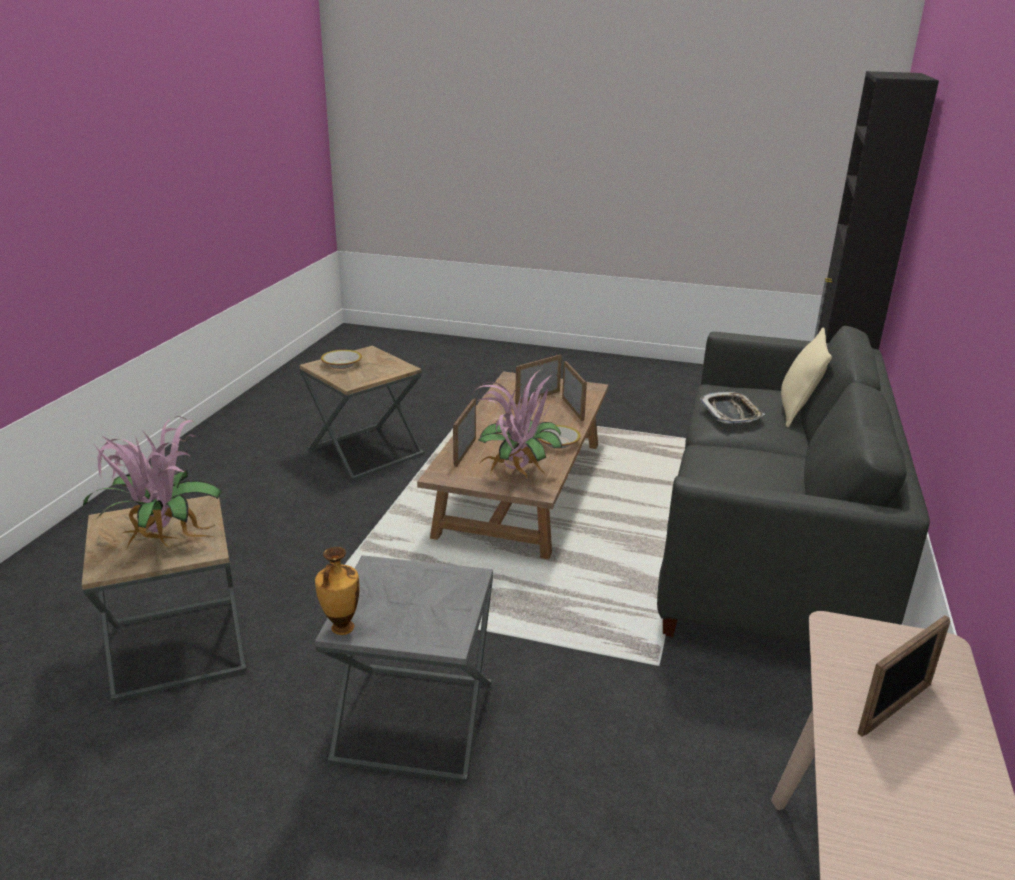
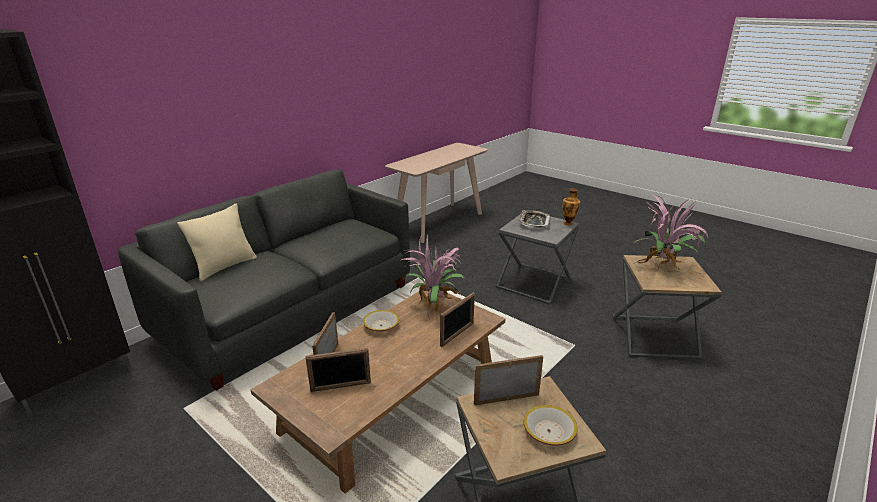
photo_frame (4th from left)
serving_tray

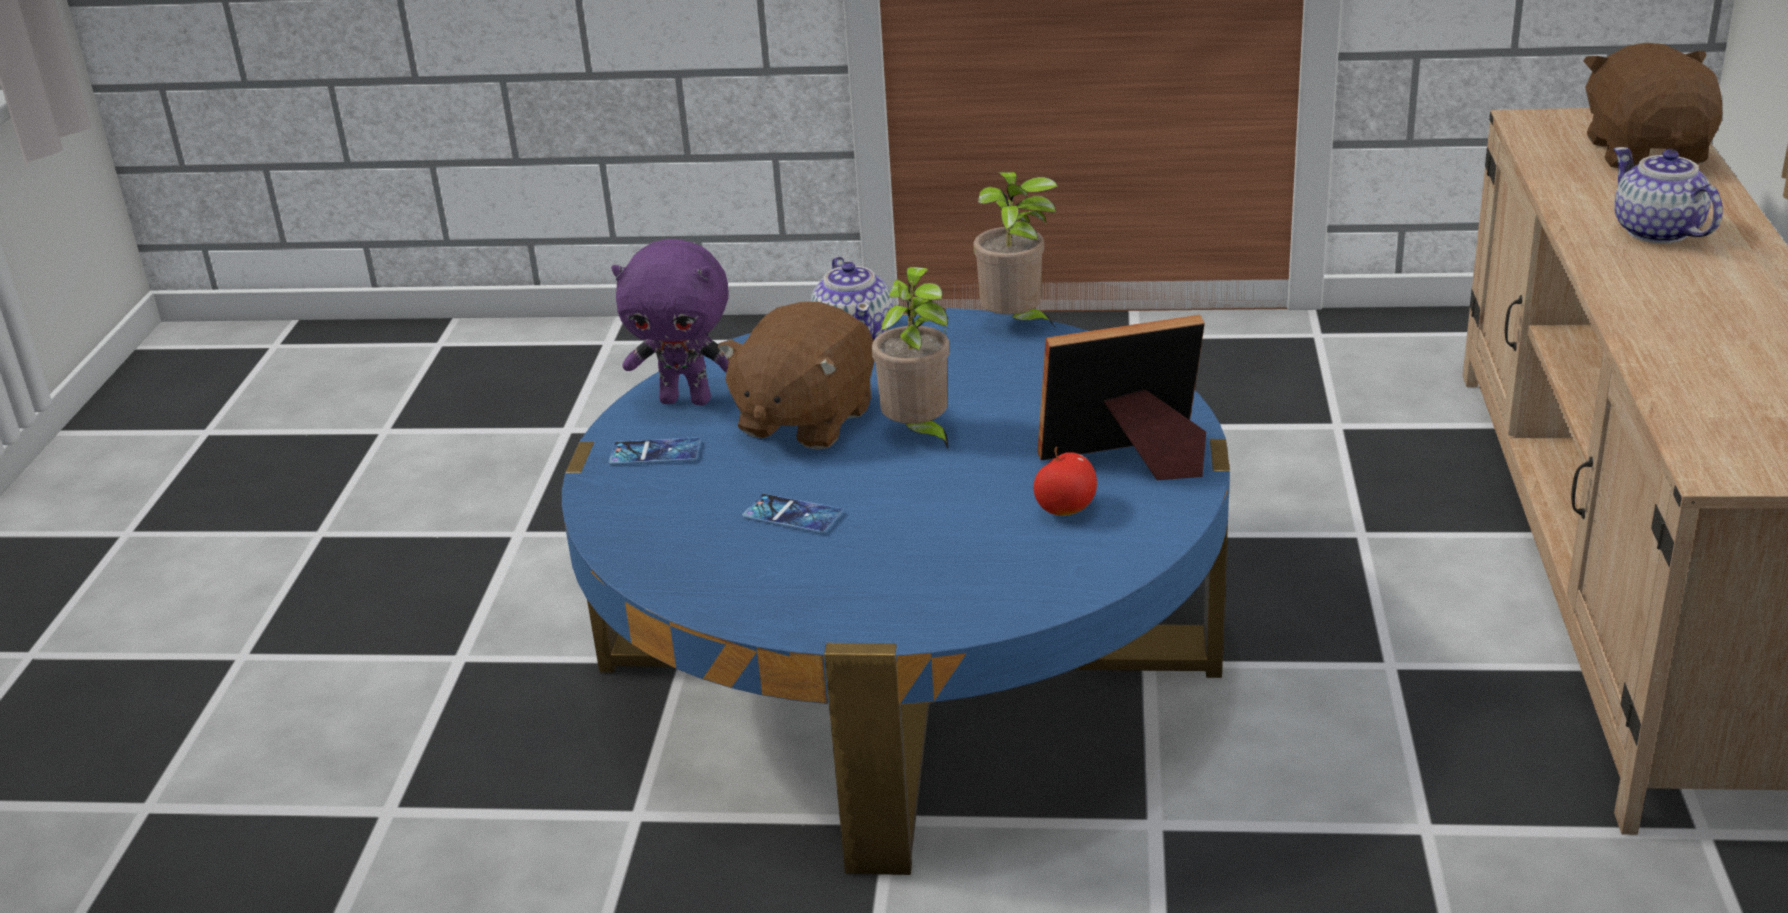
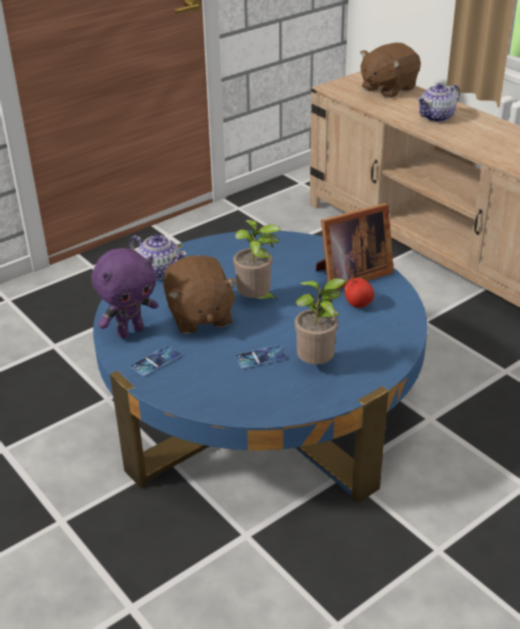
potted_plant (2nd from left)
photo_frame
brownish_plush_toy (2nd from left)
teapot (2nd from left)

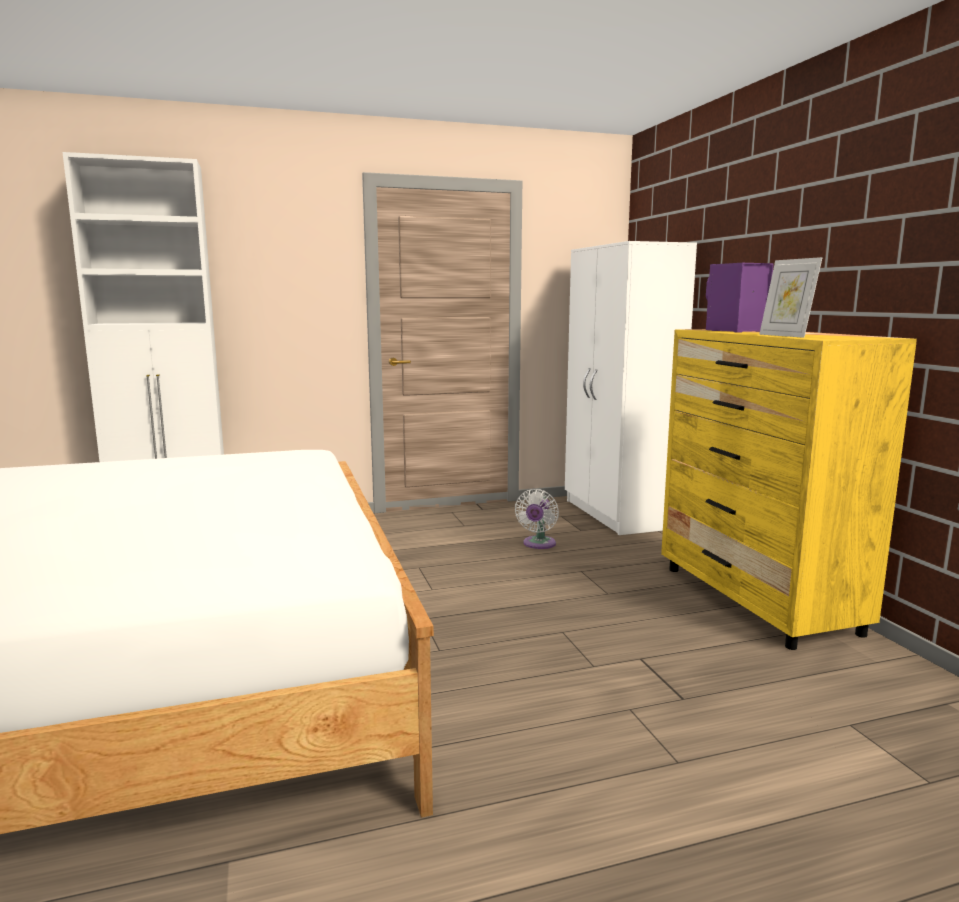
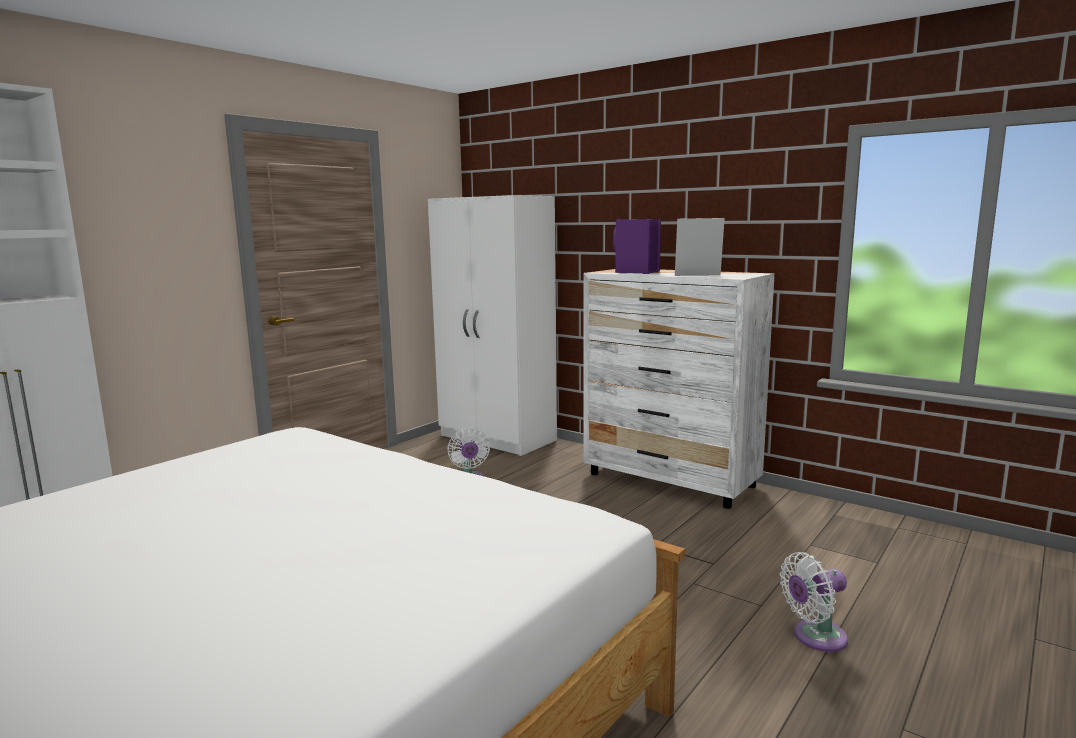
white-coloured_dresser
photo_frame
white-coloured_fan (2nd from left)

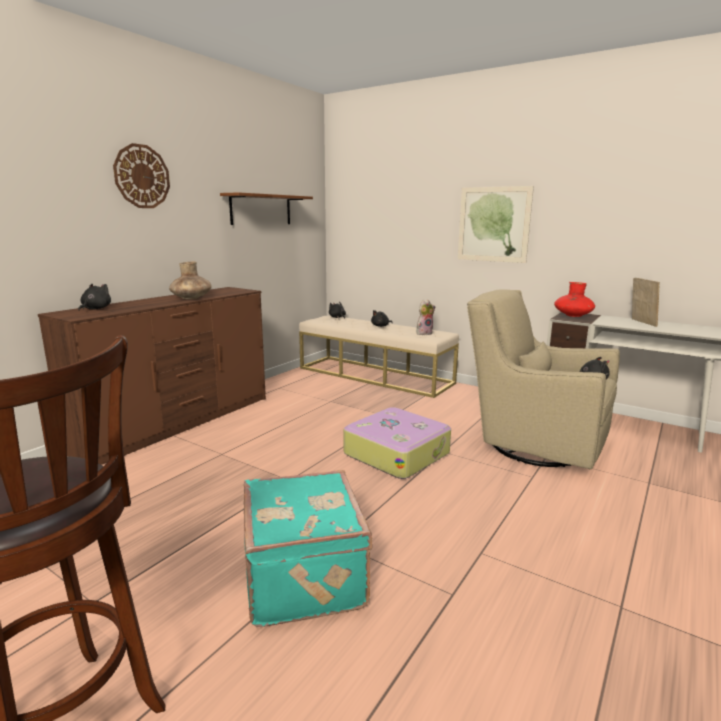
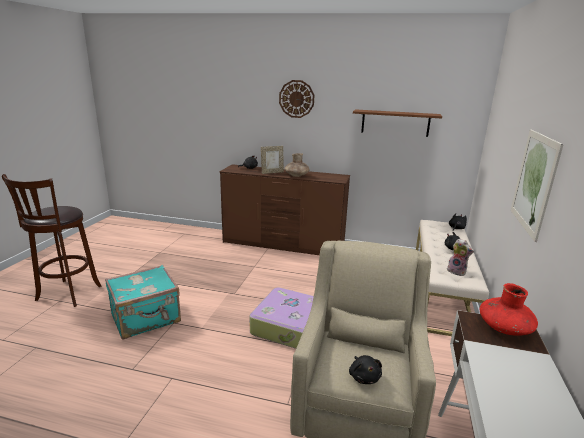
photo_frame

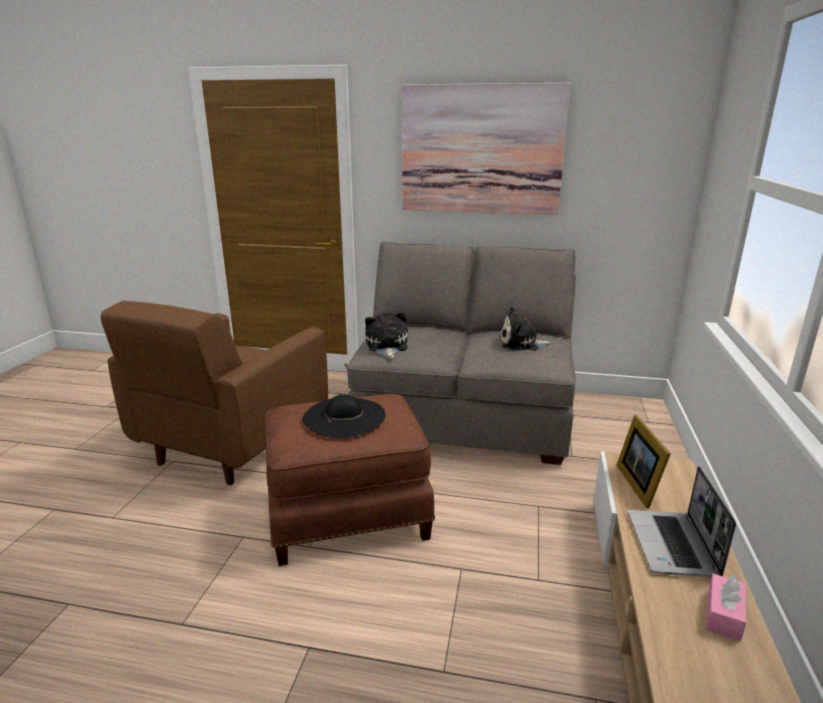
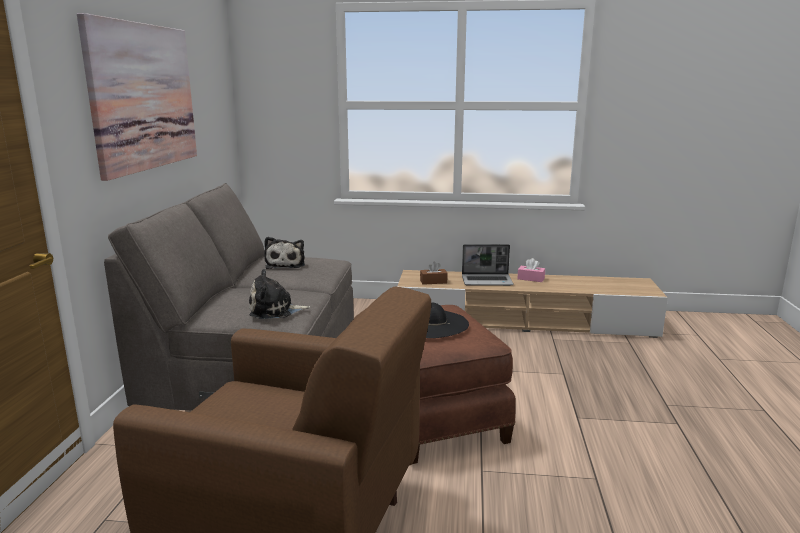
brownish_tissue_holder

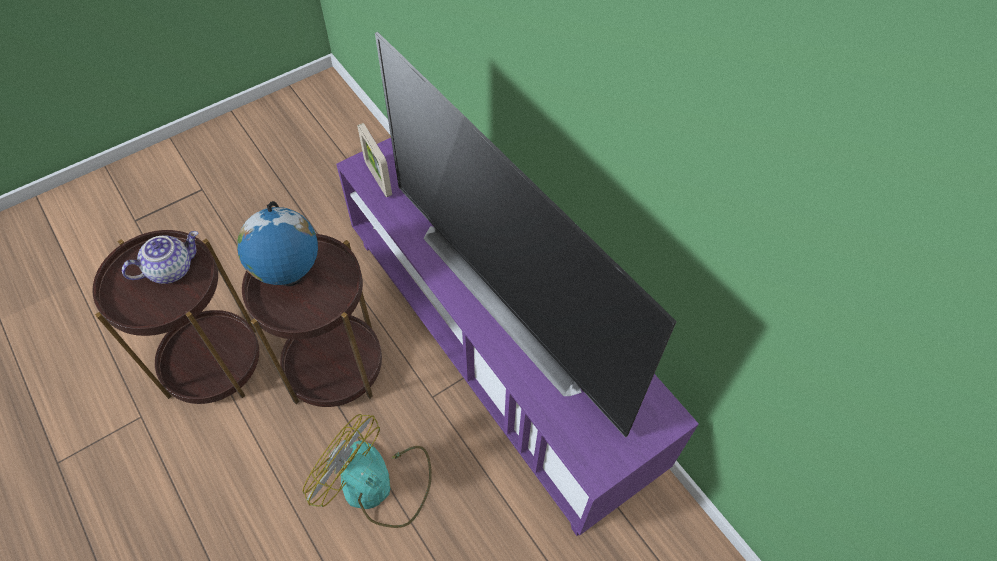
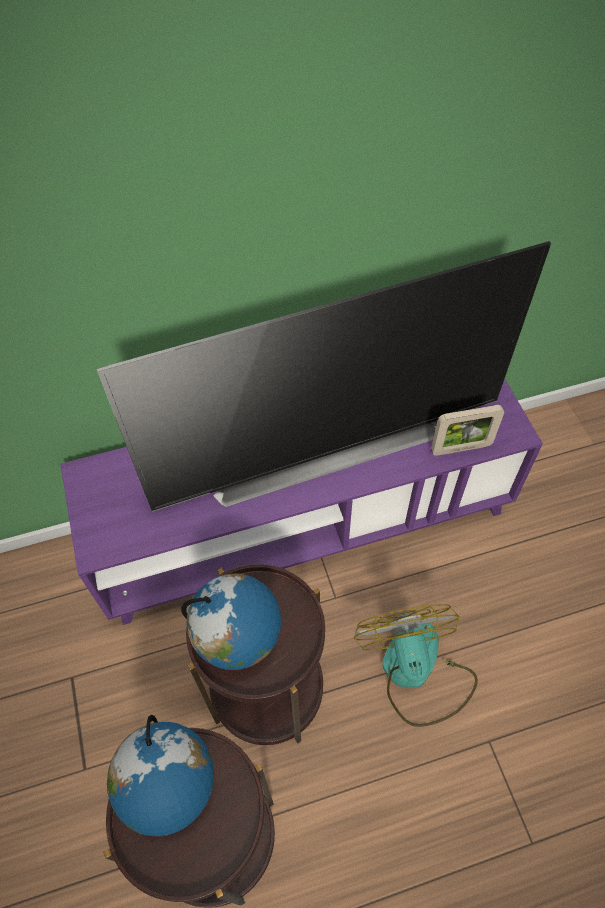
desk_globe (1st from left)
fan
photo_frame

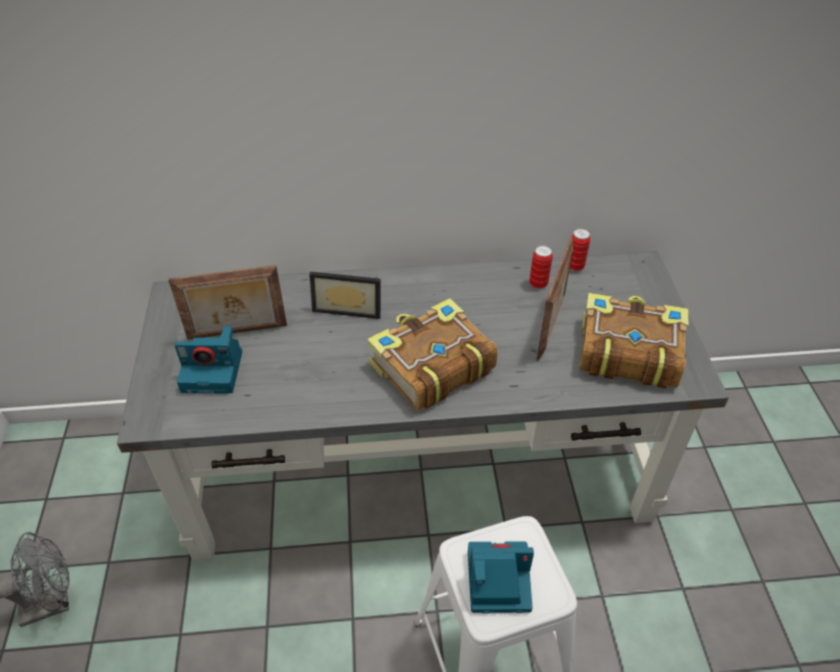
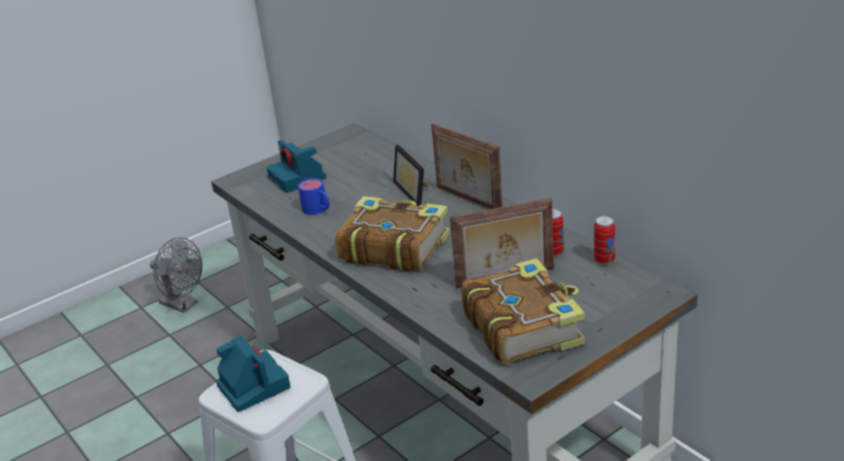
bluish_mug
photo_frame (2nd from left)

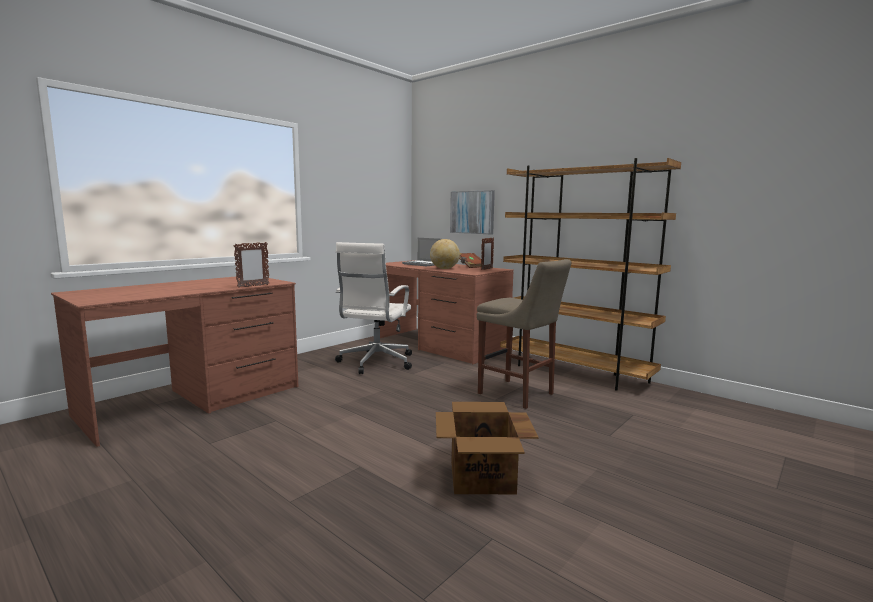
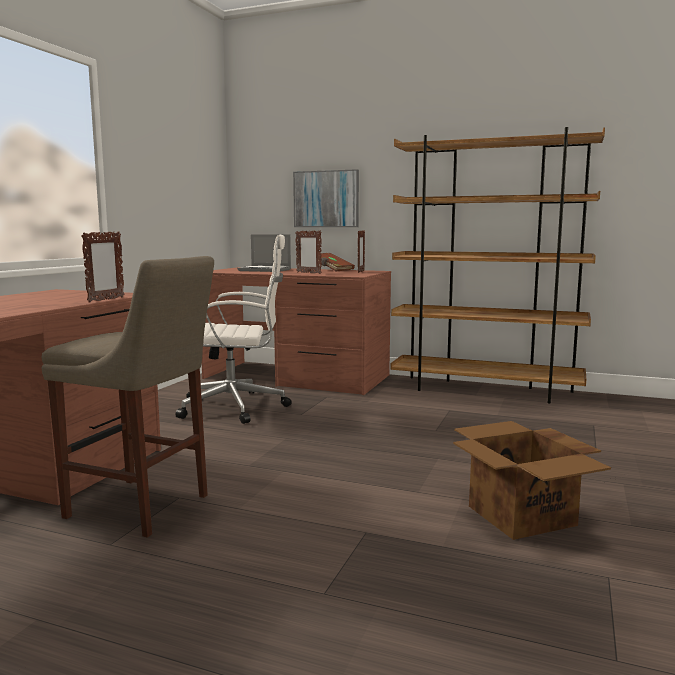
sand-coloured_stool_seat
white-coloured_office_chair
photo_frame (2nd from left)

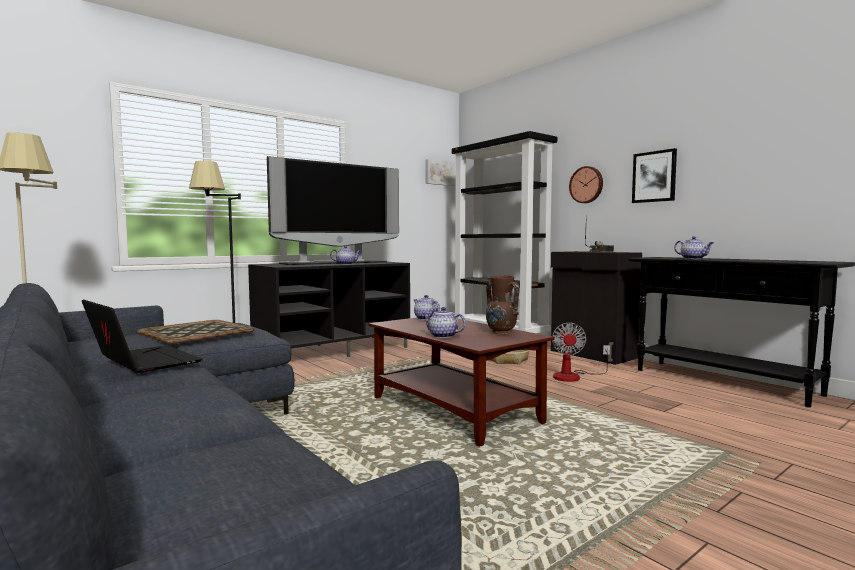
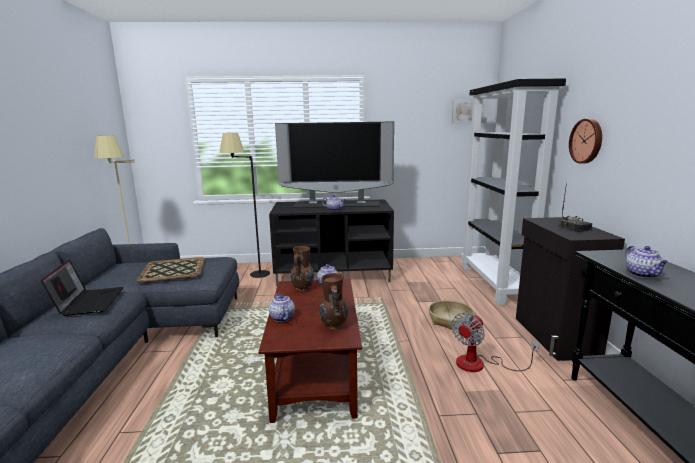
brownish_vase (1st from left)
picture (2nd from left in the first image)

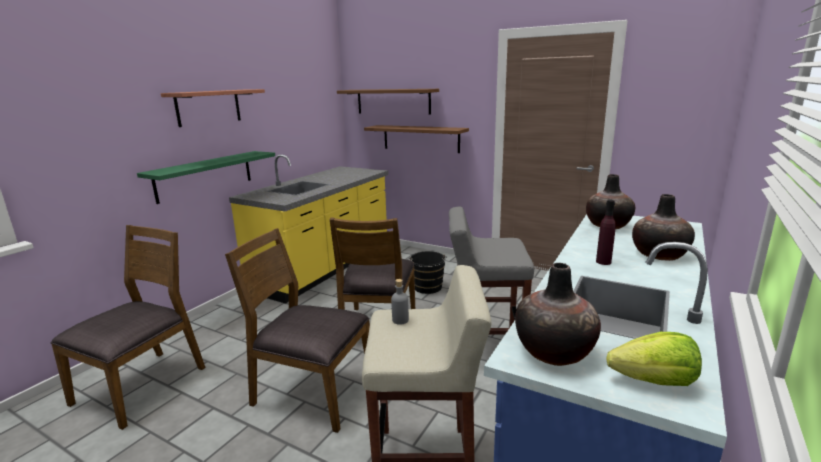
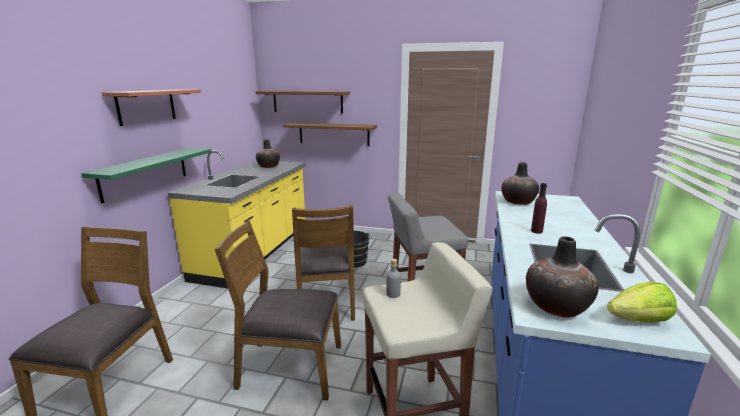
vase (1st from left)

